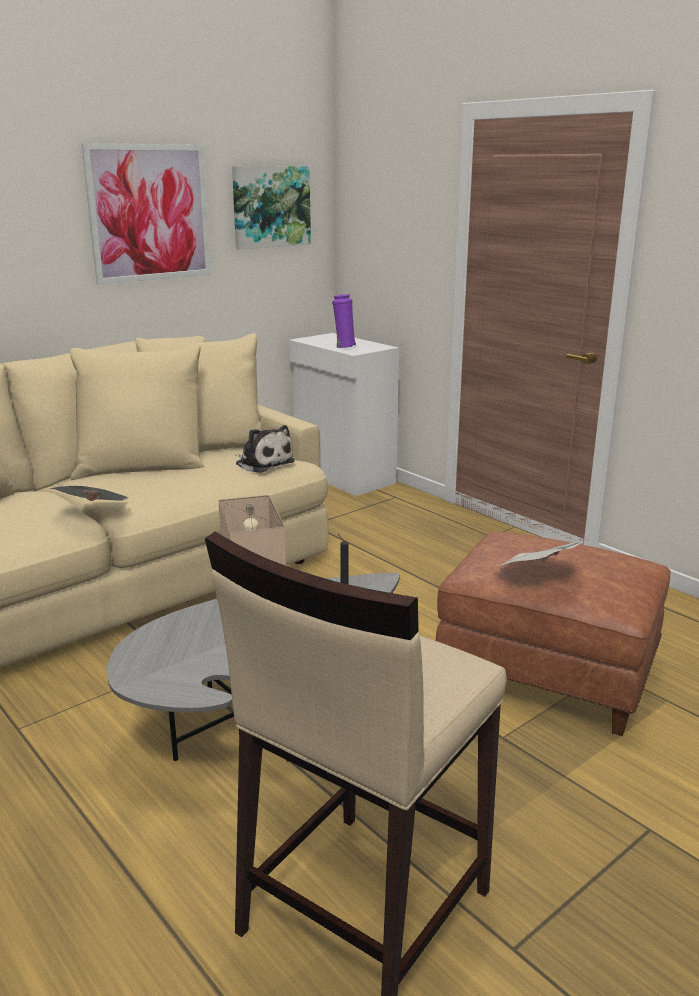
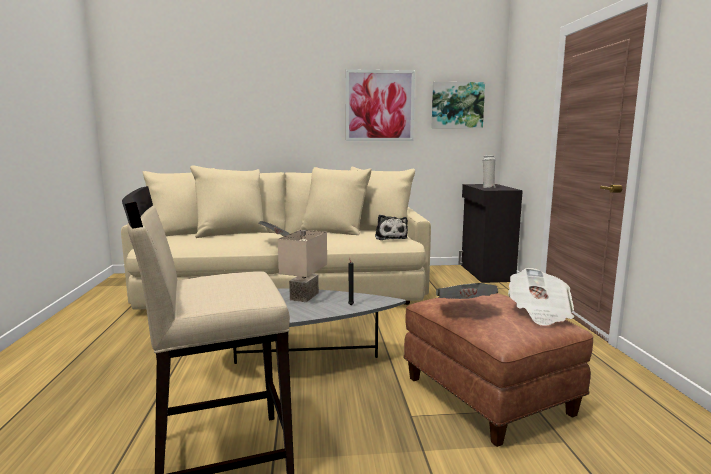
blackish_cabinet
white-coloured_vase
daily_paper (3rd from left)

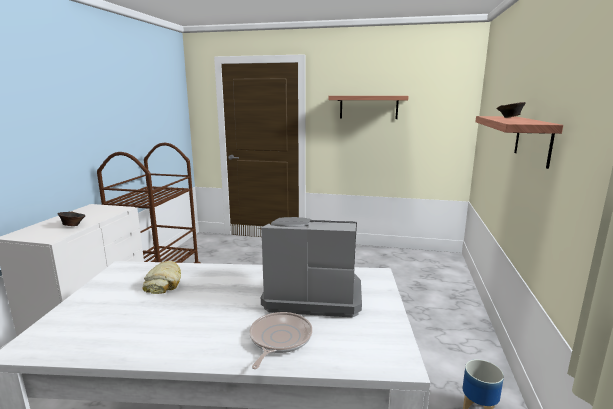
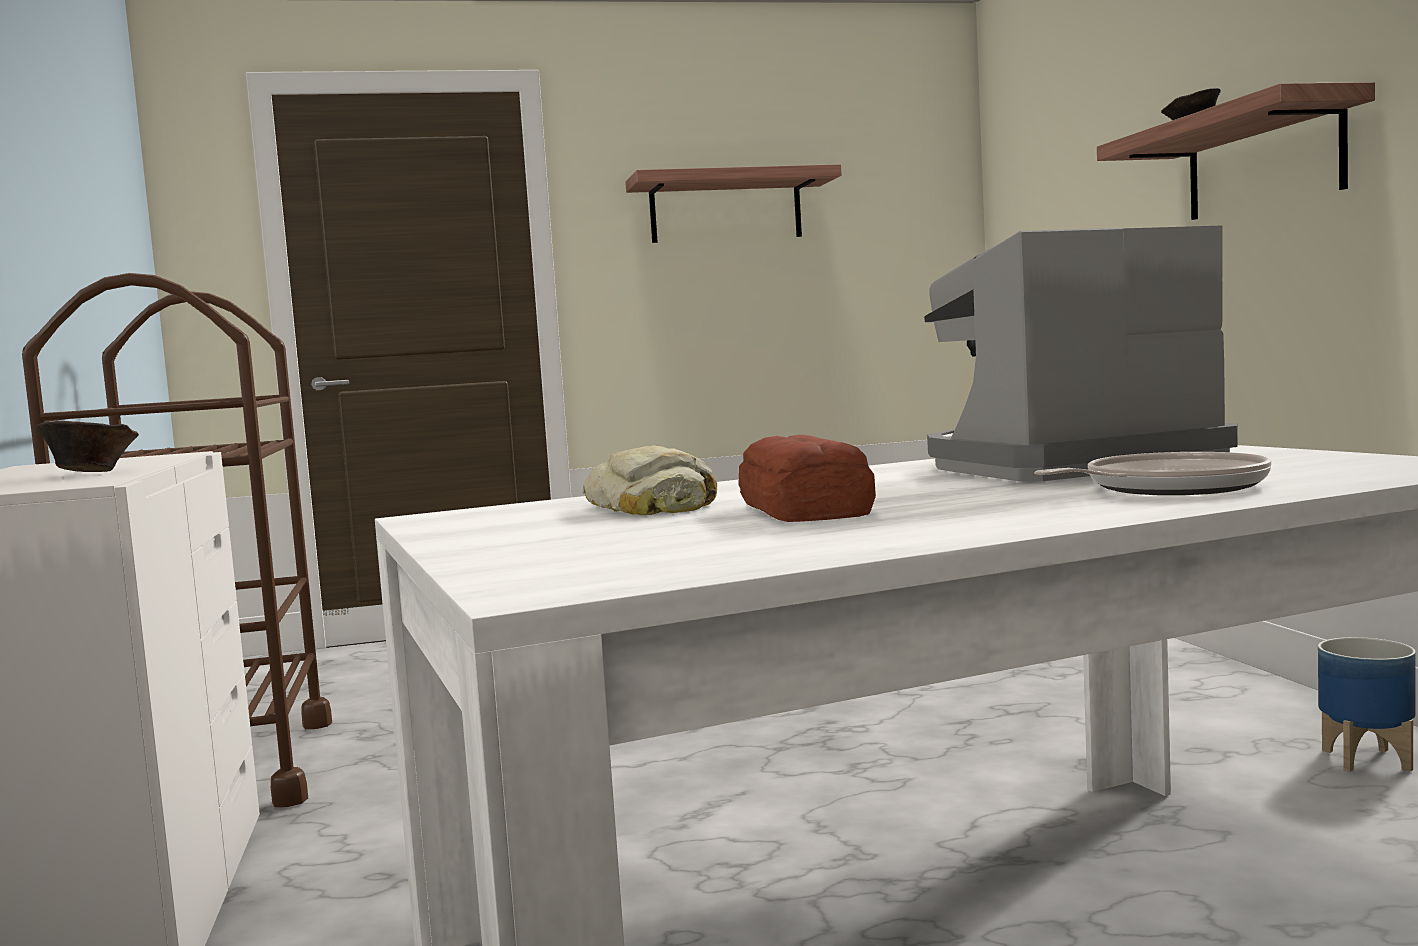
bakery_bread (2nd from left)
frying_pan

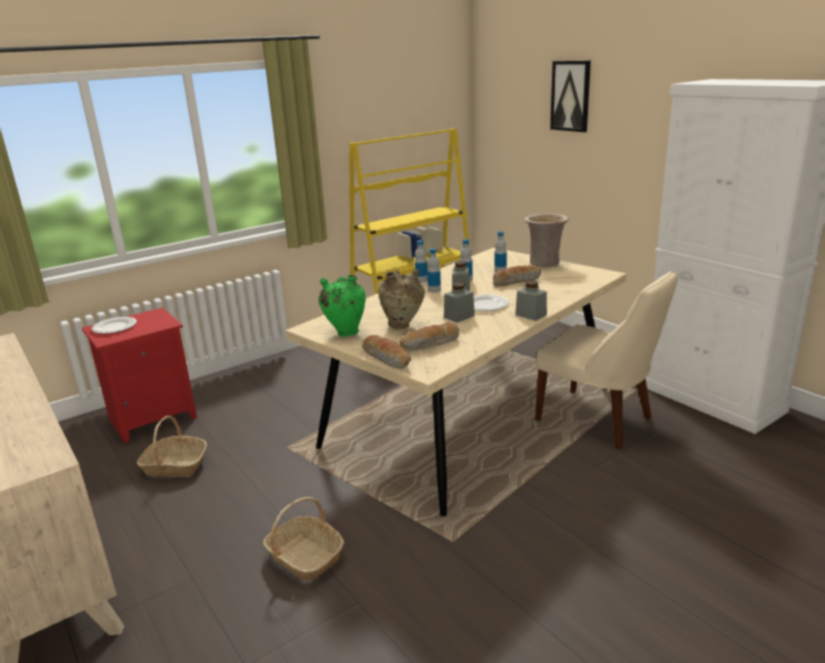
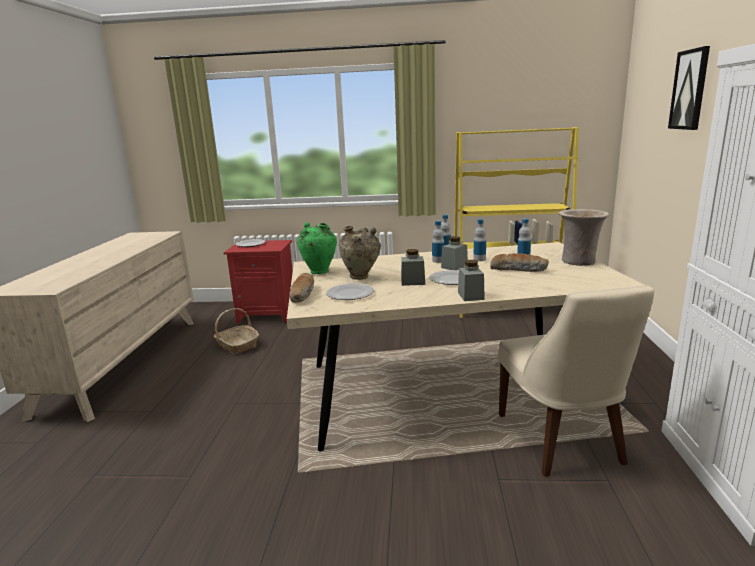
dinner_plate (2nd from left)
storage_basket (2nd from left in the first image)

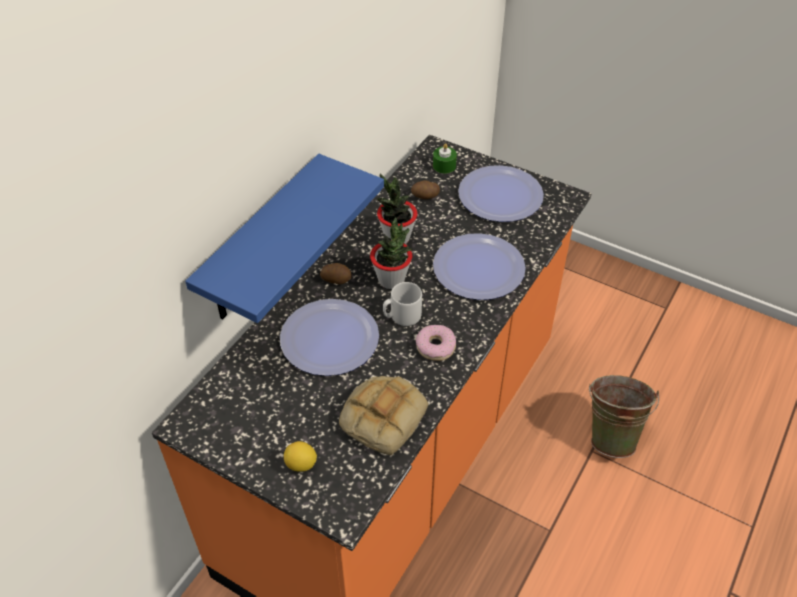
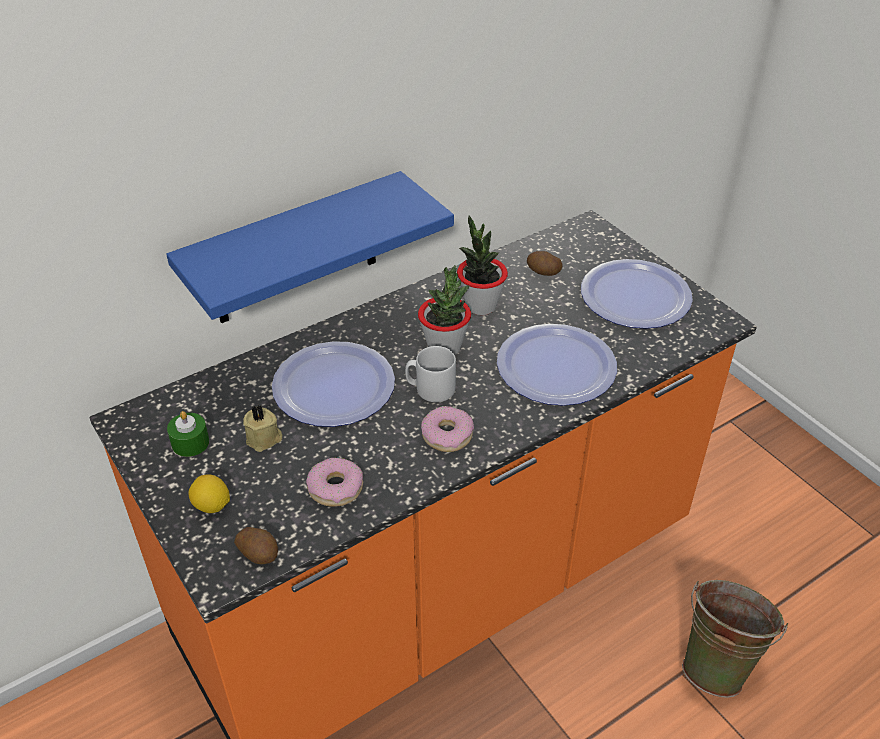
greenish_wax_candle
potato (1st from left)
sand-coloured_wax_candle
ring_doughnut (1st from left)

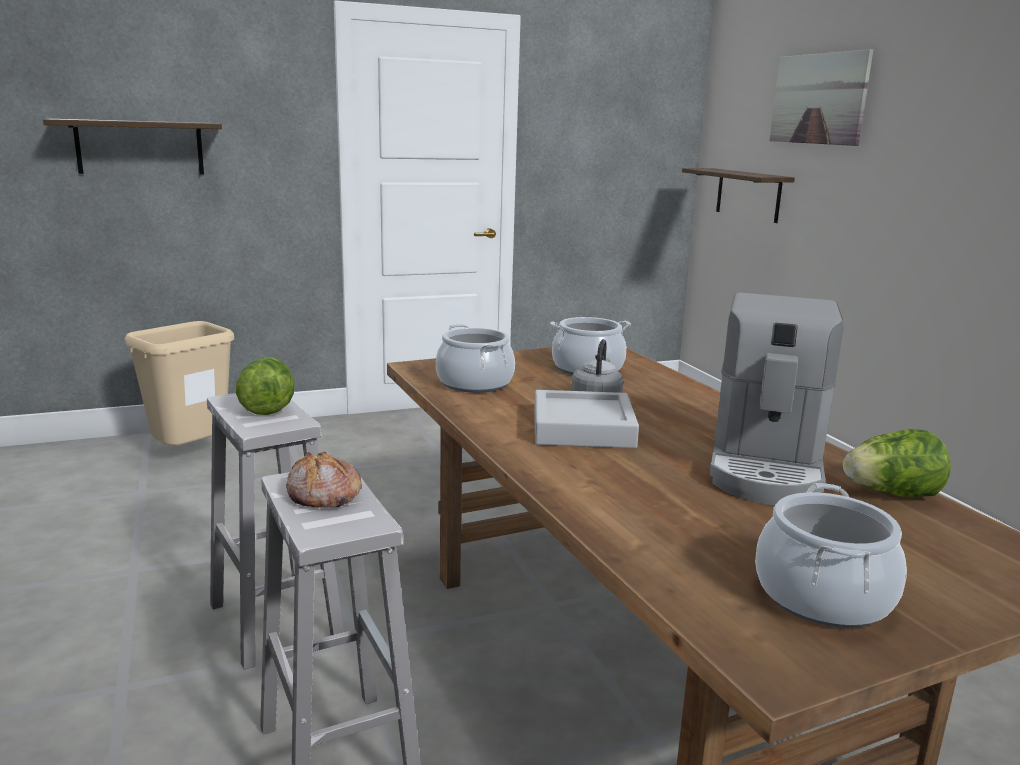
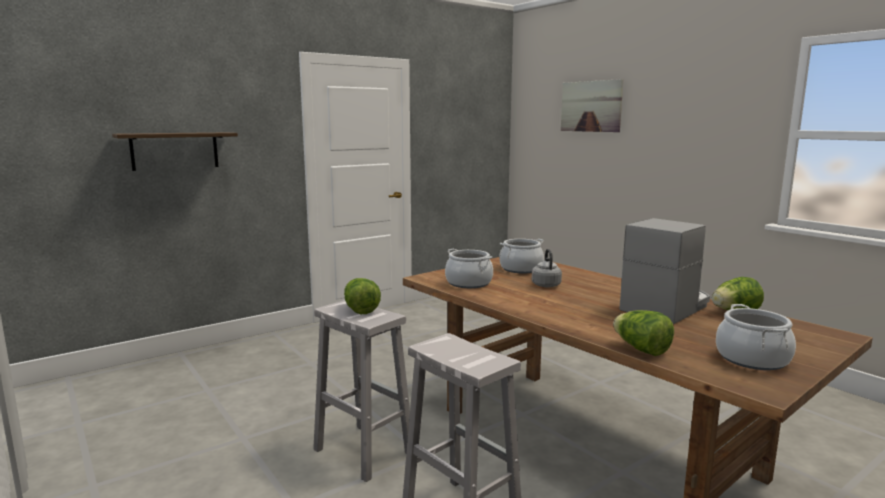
head_of_lettuce (2nd from left)
coffee_brewer
sand-coloured_waste_bin
bakery_bread
gray_serving_tray
bracket_shelf (2nd from left in the first image)

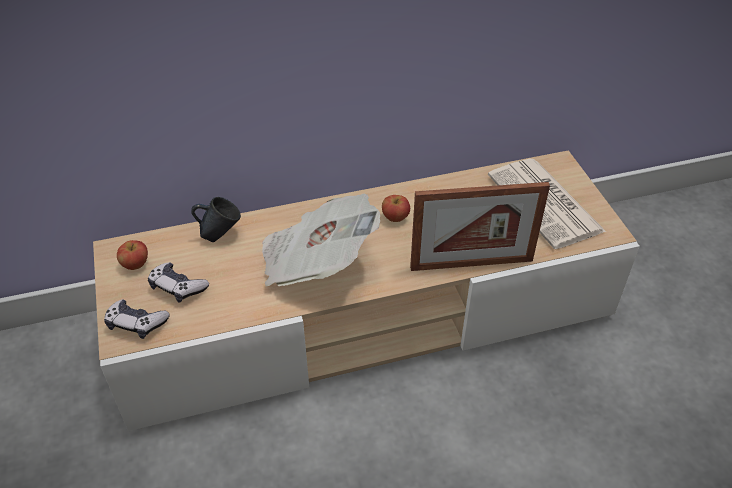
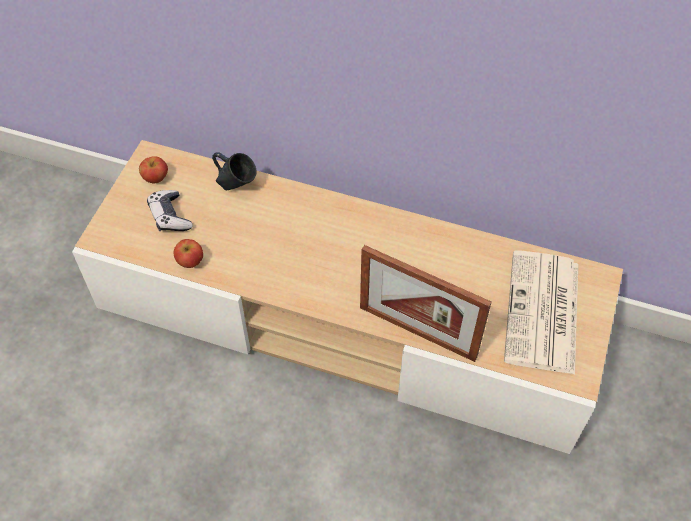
whole_apple (2nd from left)
gamepad (1st from left in the first image)
daily_paper (1st from left in the first image)

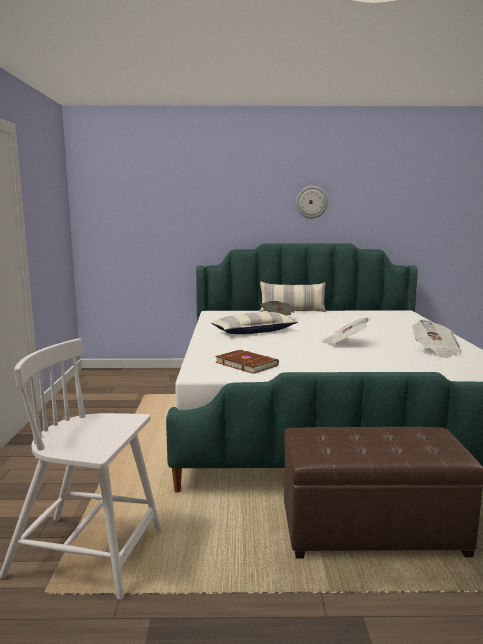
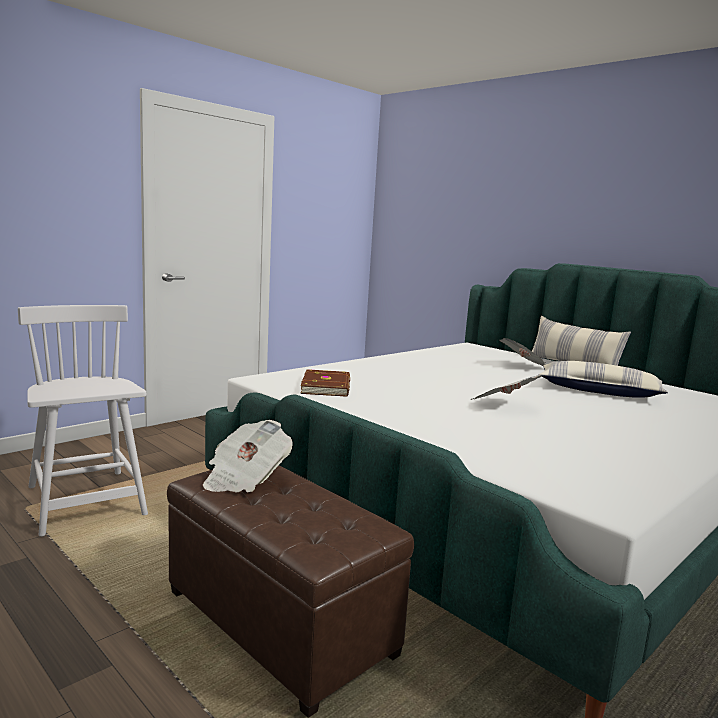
daily_paper (1st from left)
pillow (2nd from left)
hanging_clock

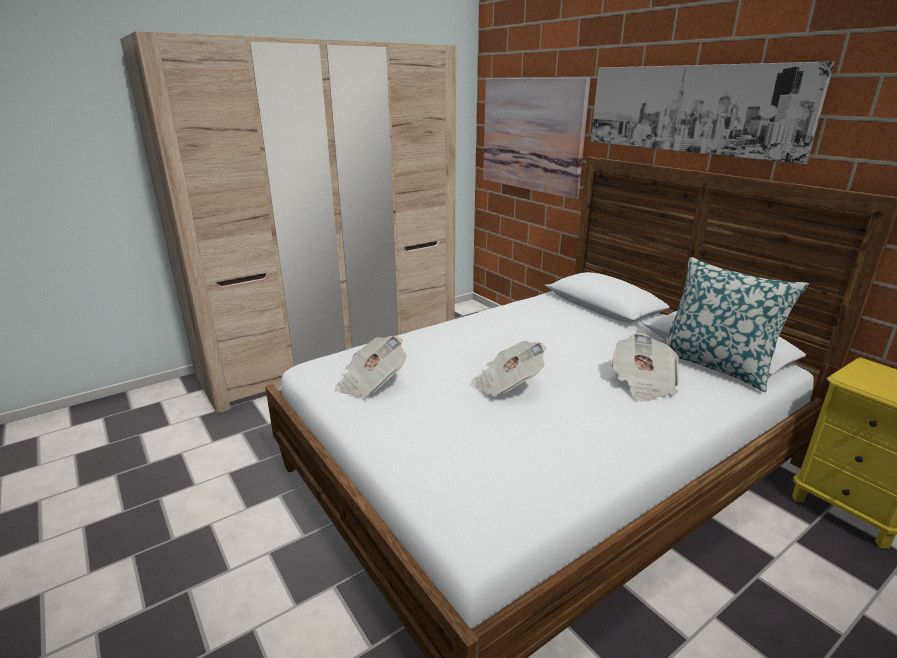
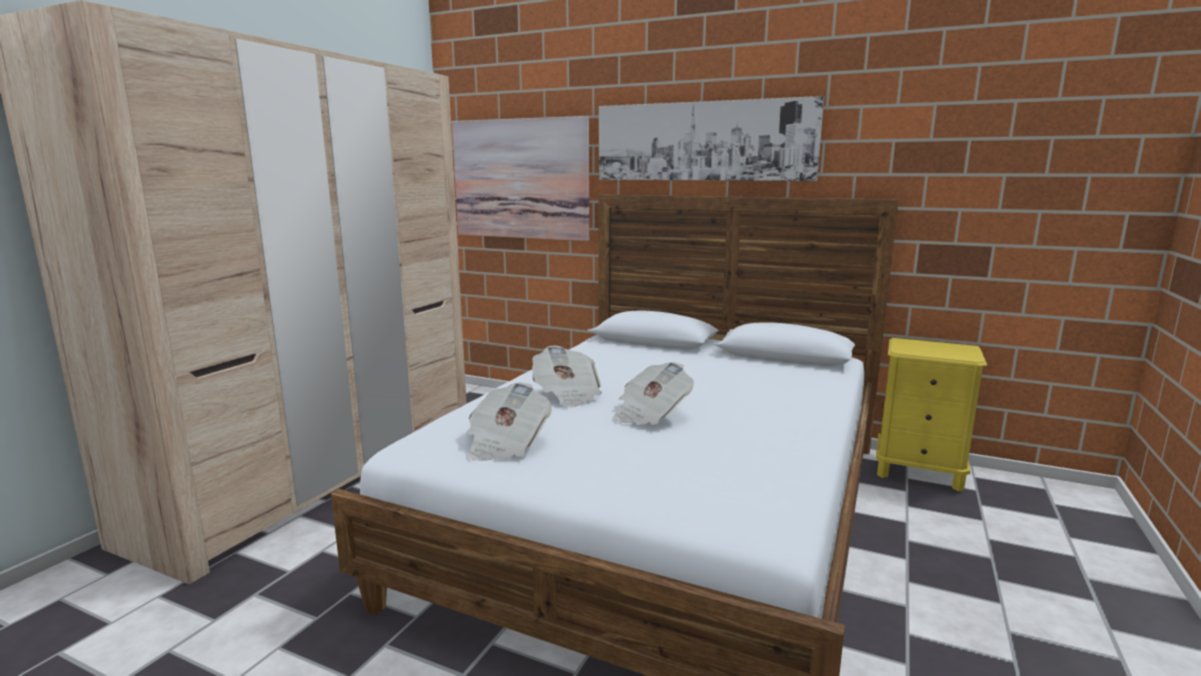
daily_paper (2nd from left)
pillow

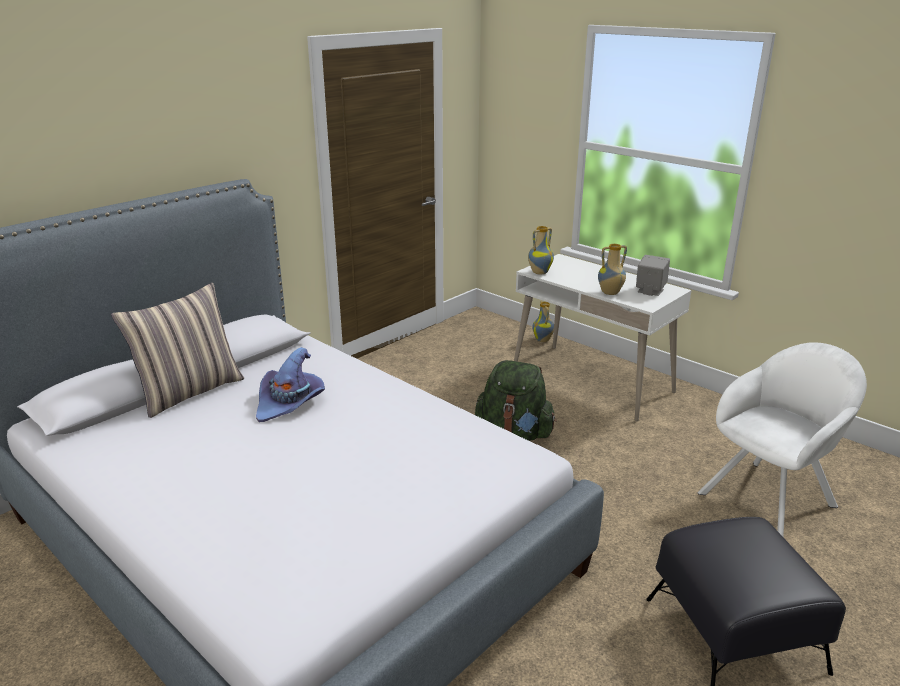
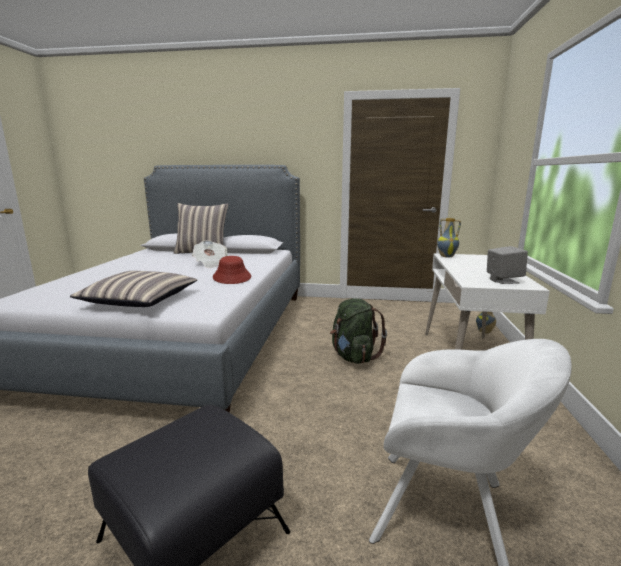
pillow (1st from left)
daily_paper
red_clothing_hat
vase (3rd from left in the first image)

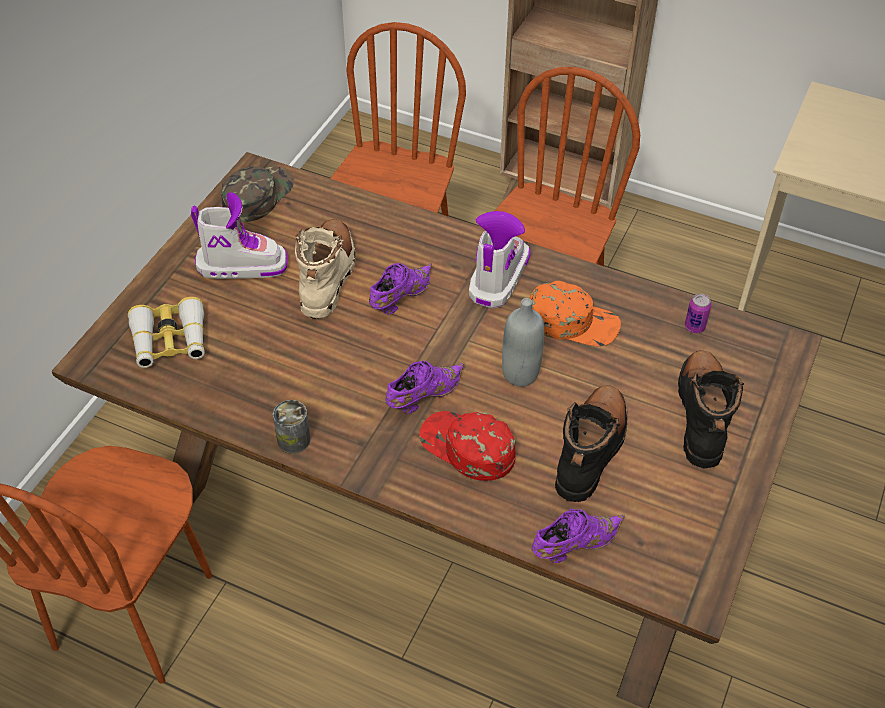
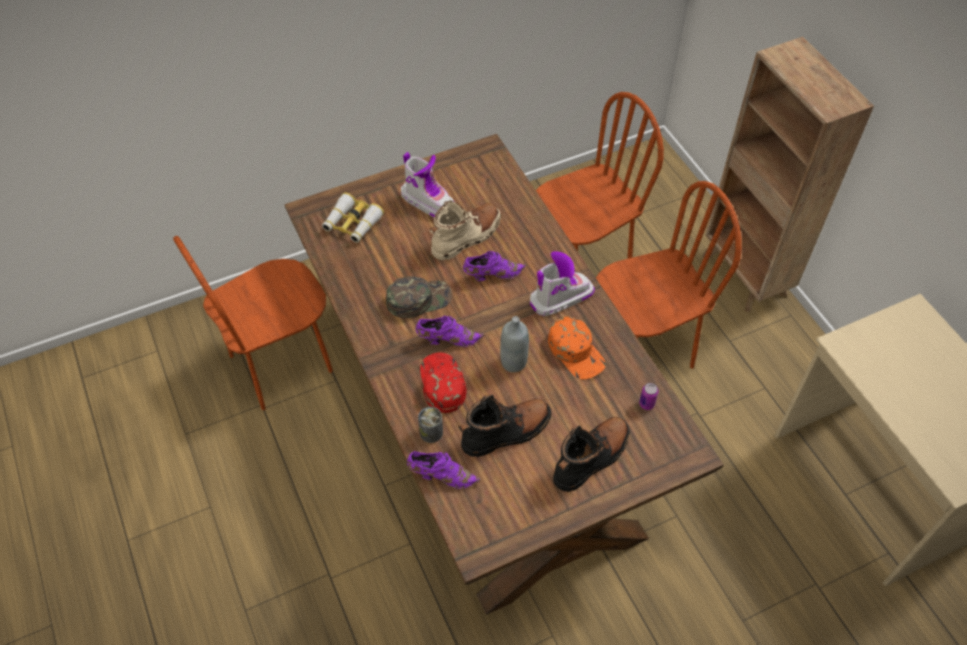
greenish_peaked_cap
sealed_can (1st from left)

